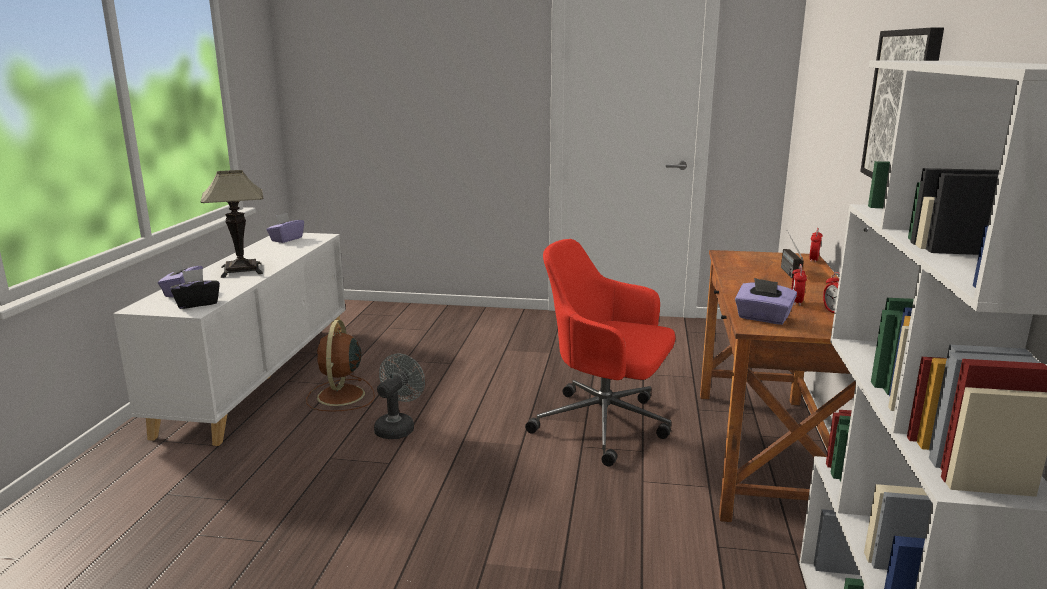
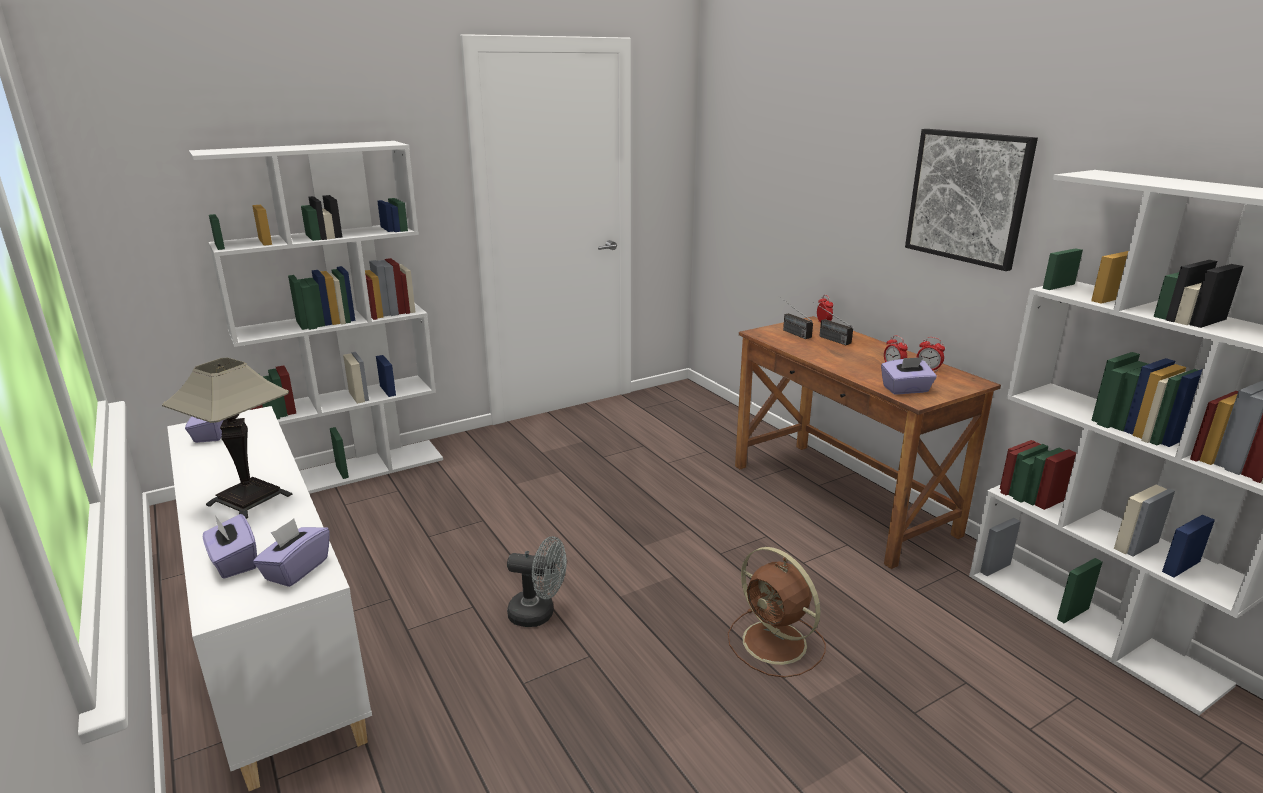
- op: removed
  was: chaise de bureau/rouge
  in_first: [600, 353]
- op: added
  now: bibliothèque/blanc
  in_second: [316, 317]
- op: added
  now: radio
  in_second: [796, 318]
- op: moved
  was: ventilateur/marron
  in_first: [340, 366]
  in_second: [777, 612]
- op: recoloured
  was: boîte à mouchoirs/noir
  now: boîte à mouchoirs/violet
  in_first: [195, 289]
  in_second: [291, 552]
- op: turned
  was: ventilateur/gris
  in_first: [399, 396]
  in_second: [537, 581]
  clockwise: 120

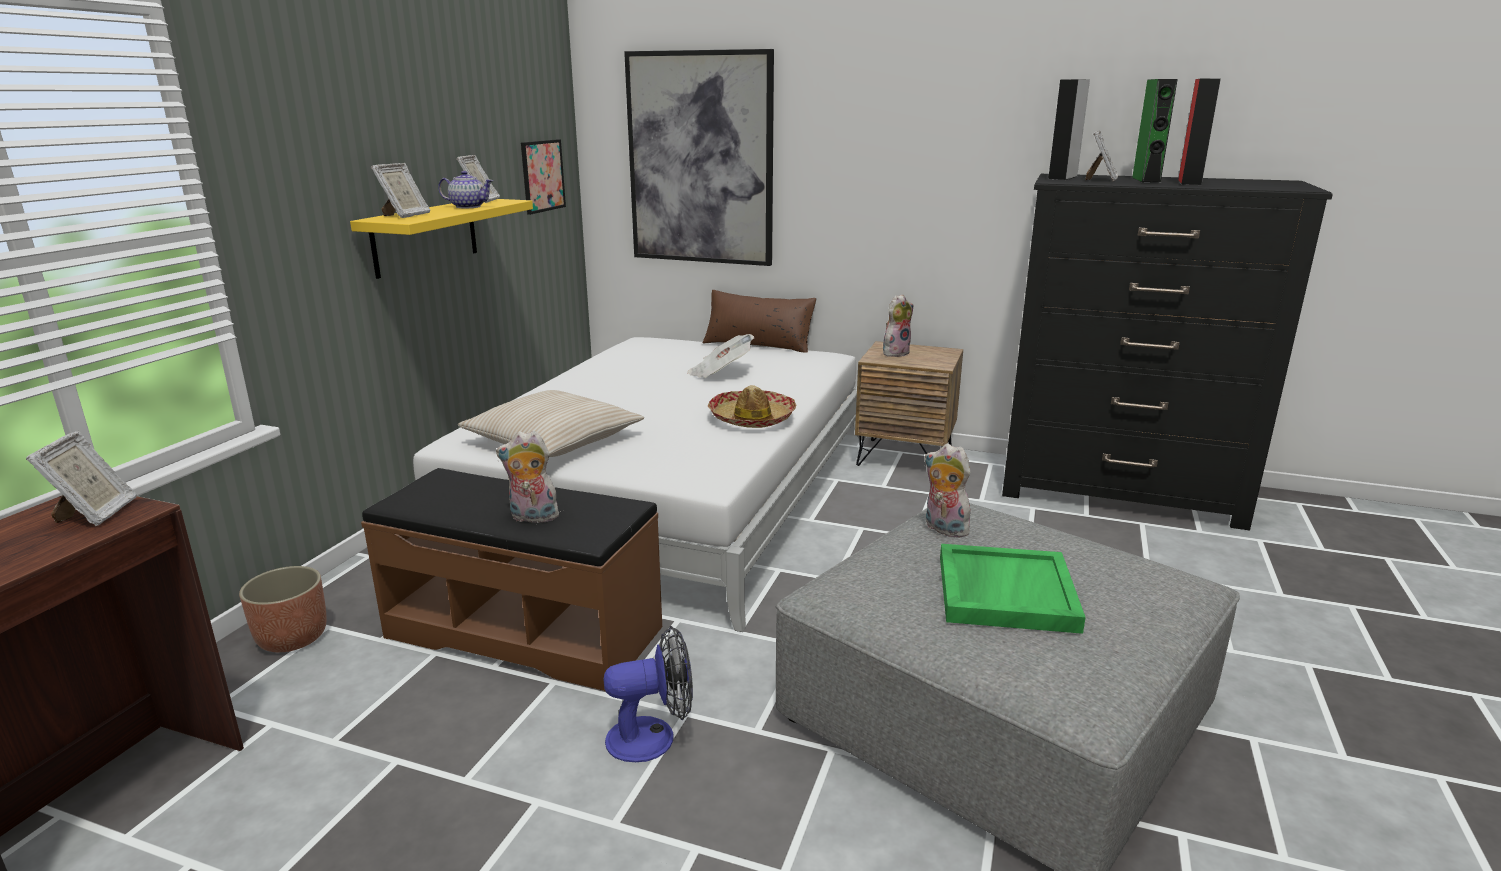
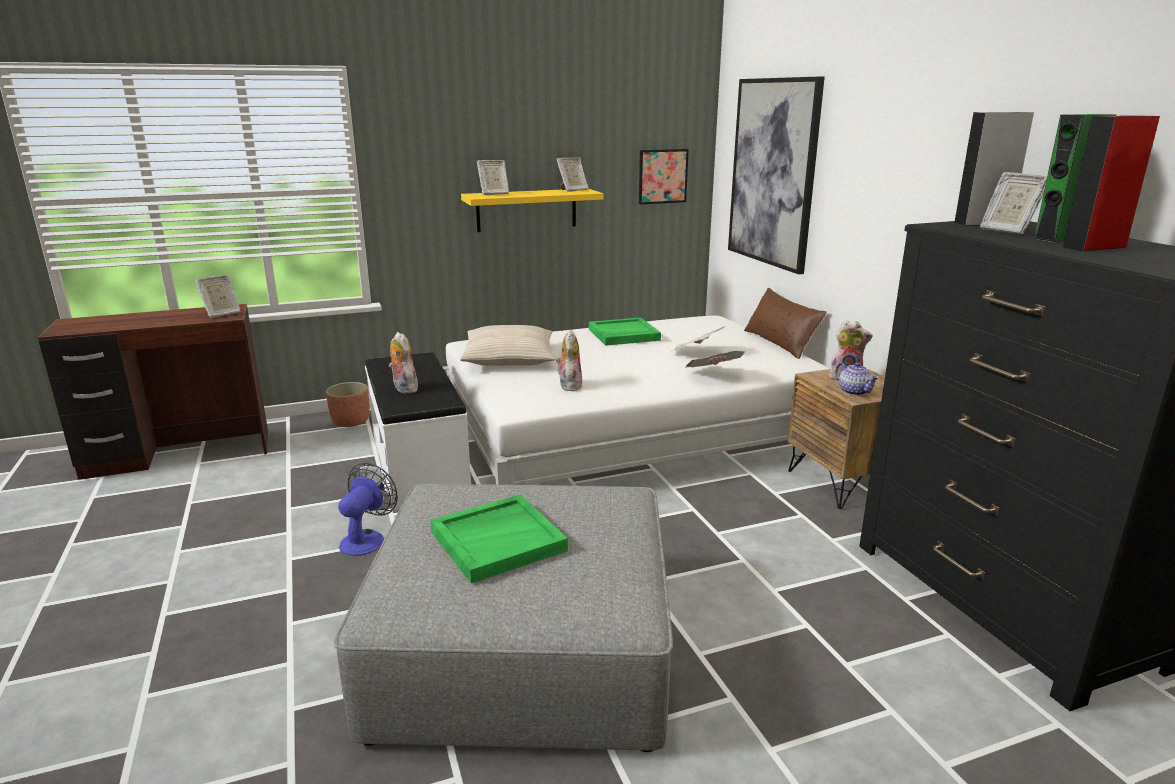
- op: removed
  was: chapeau
  in_first: [752, 406]
- op: added
  now: plateau/vert
  in_second: [625, 332]
- op: added
  now: journal
  in_second: [715, 359]
- op: moved
  was: théière
  in_first: [465, 189]
  in_second: [857, 379]
- op: moved
  was: peluche
  in_first: [950, 490]
  in_second: [569, 360]
- op: recoloured
  was: banc/marron
  now: banc/blanc
  in_first: [511, 580]
  in_second: [418, 431]
- op: turned
  was: ventilateur
  in_first: [648, 694]
  in_second: [368, 509]
  clockwise: -105
- op: turned
  was: cadre photo
  in_first: [1101, 156]
  in_second: [1013, 203]
  clockwise: 75

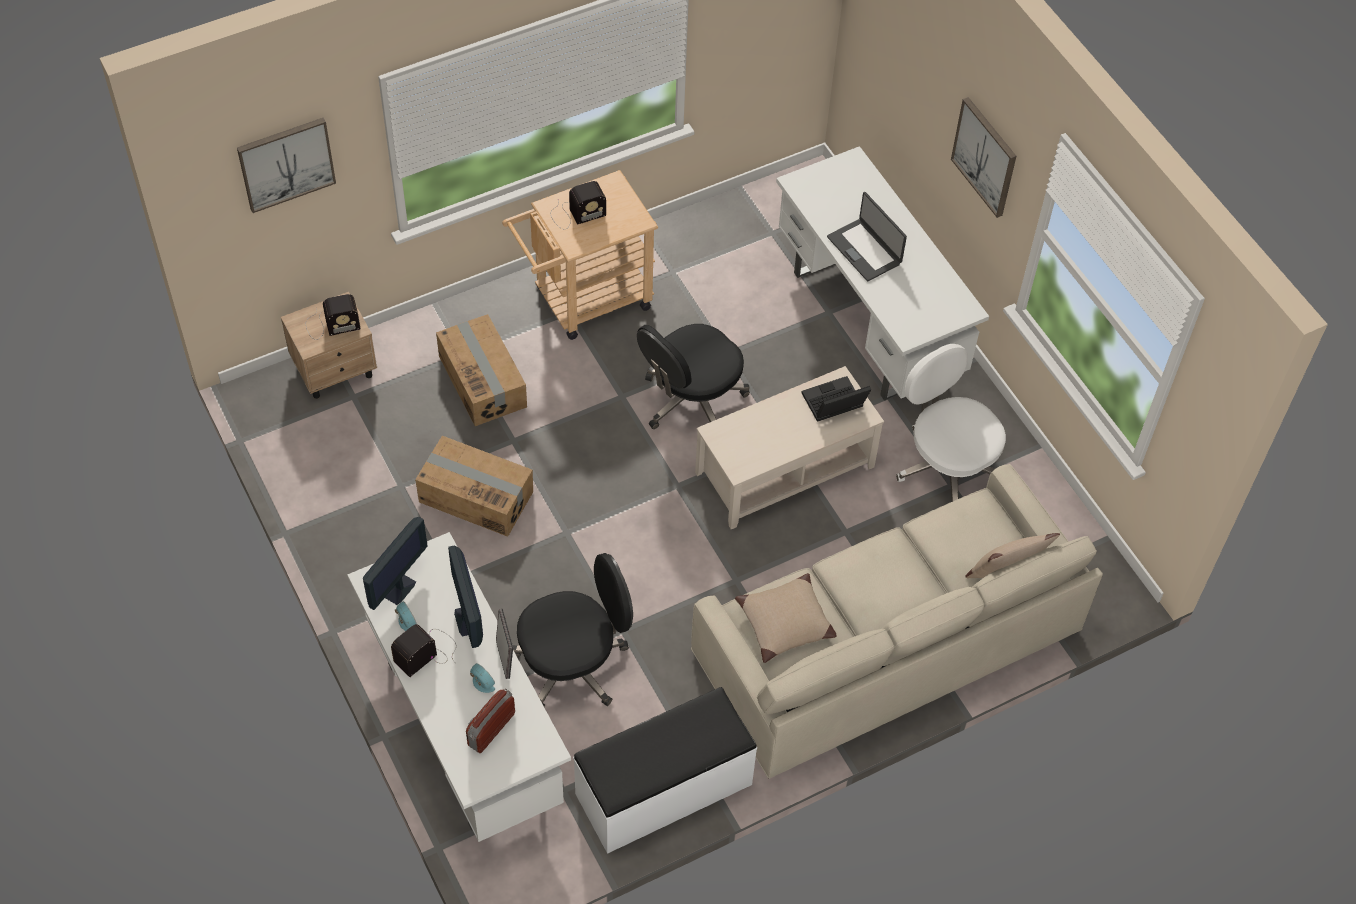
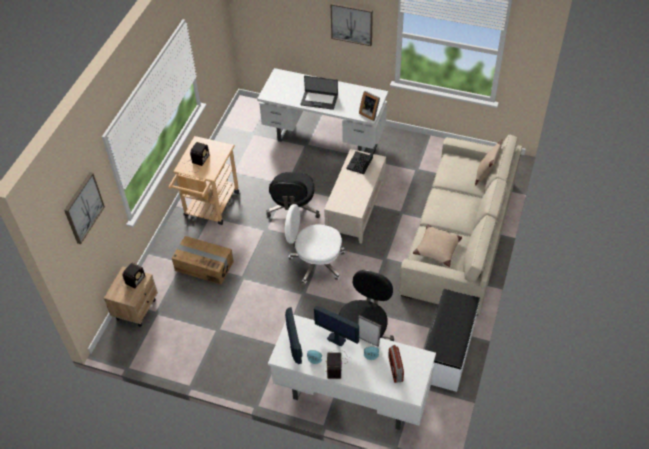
- op: removed
  was: carton
  in_first: [474, 486]
- op: added
  now: cadre photo
  in_second: [369, 106]
- op: moved
  was: chaise de bureau/blanc
  in_first: [951, 423]
  in_second: [315, 244]

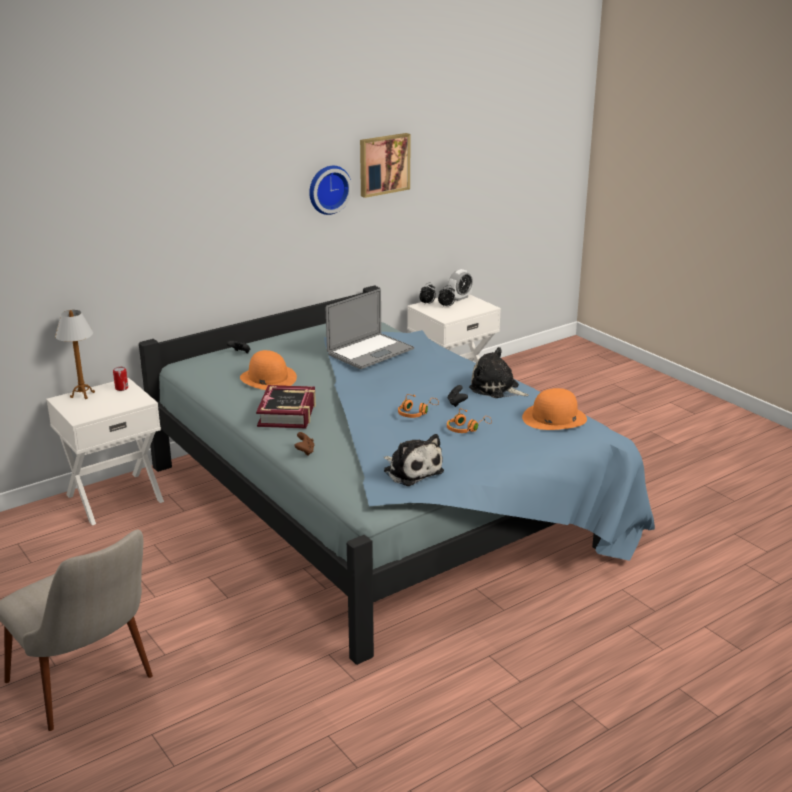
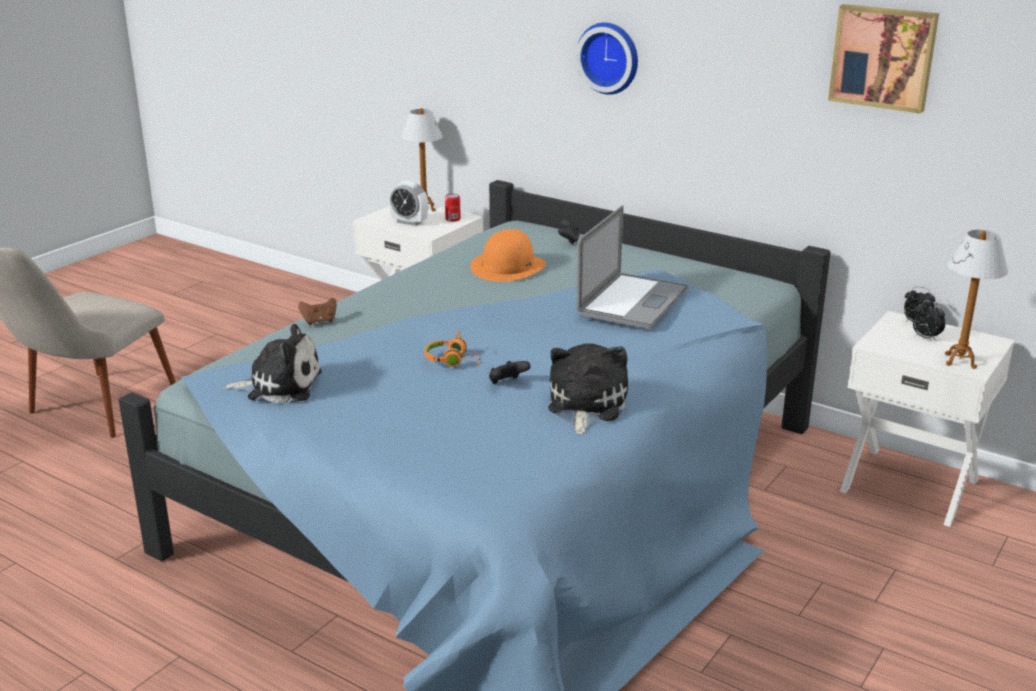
- op: removed
  was: livre
  in_first: [286, 407]
- op: removed
  was: casque audio/orange
  in_first: [469, 420]
- op: removed
  was: chapeau/orange
  in_first: [554, 409]
- op: added
  now: lampe de table
  in_second: [976, 299]
- op: moved
  was: horloge murale
  in_first: [330, 190]
  in_second: [607, 59]
- op: moved
  was: réveil
  in_first: [460, 285]
  in_second: [408, 203]
- op: turned
  was: ordinateur portable
  in_first: [370, 329]
  in_second: [632, 267]
  clockwise: -90
- op: turned
  was: peluche
  in_first: [414, 460]
  in_second: [272, 364]
  clockwise: -120

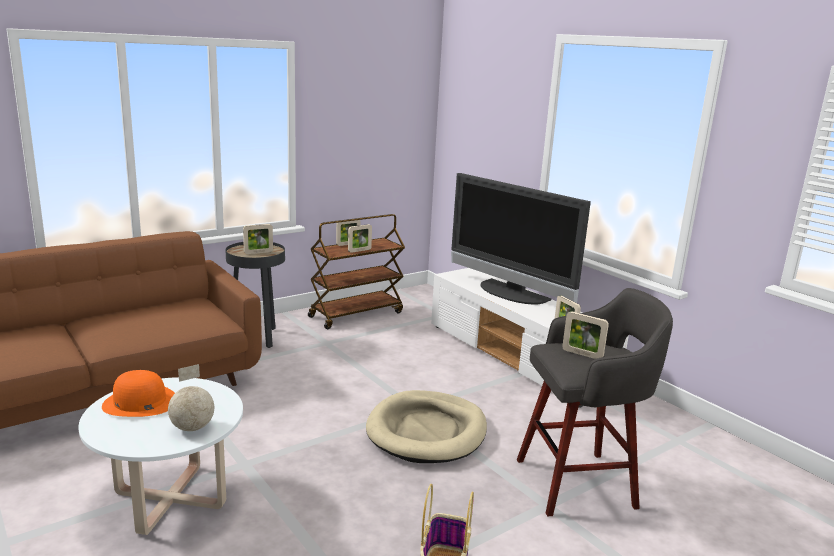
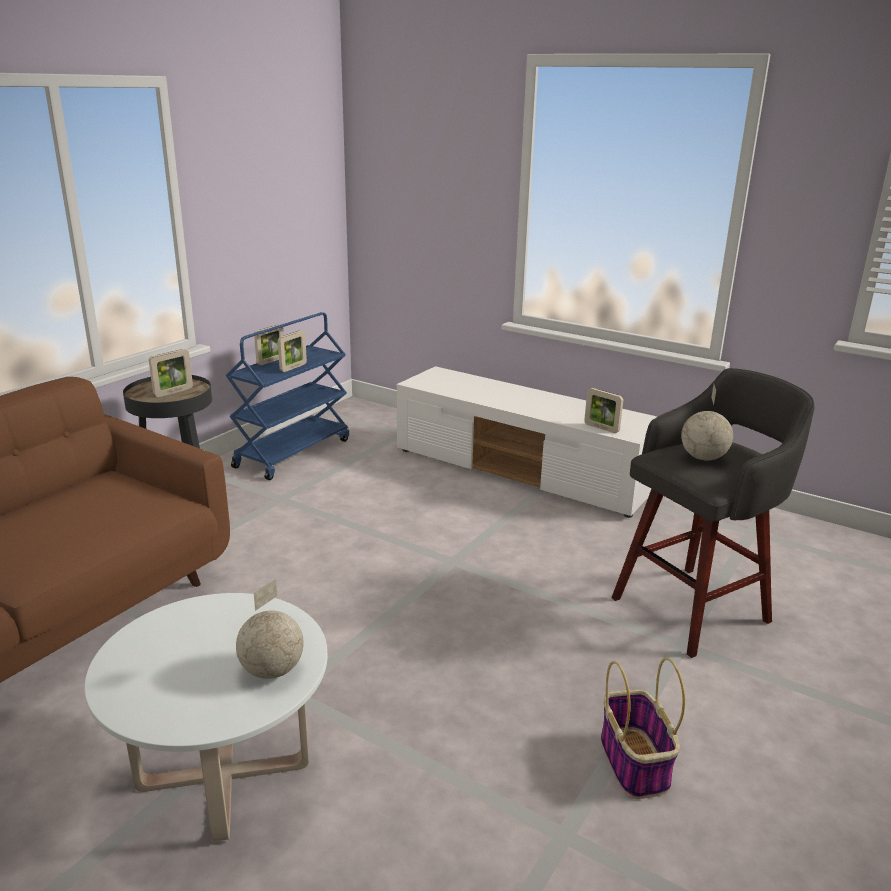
- op: removed
  was: chapeau/orange
  in_first: [138, 393]
- op: removed
  was: panier pour chien/beige
  in_first: [426, 426]
- op: removed
  was: téléviseur
  in_first: [521, 239]
- op: replaced
  was: cadre photo
  now: globe
  in_first: [585, 335]
  in_second: [707, 422]
- op: recoloured
  was: chariot/marron
  now: chariot/bleu
  in_first: [356, 271]
  in_second: [287, 396]

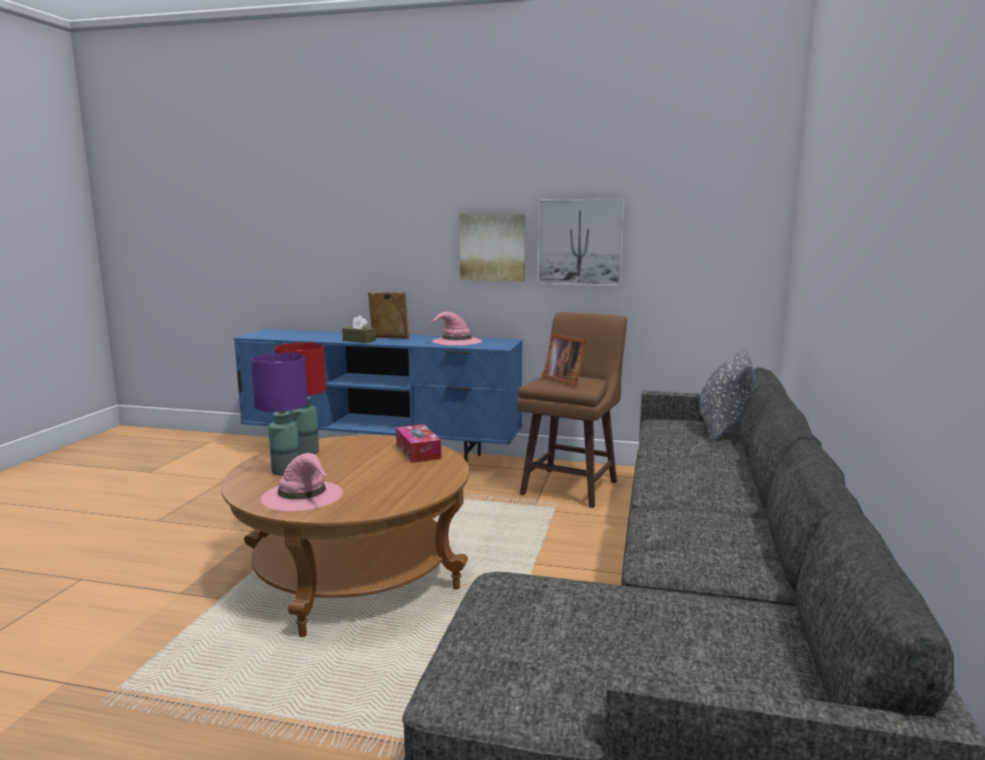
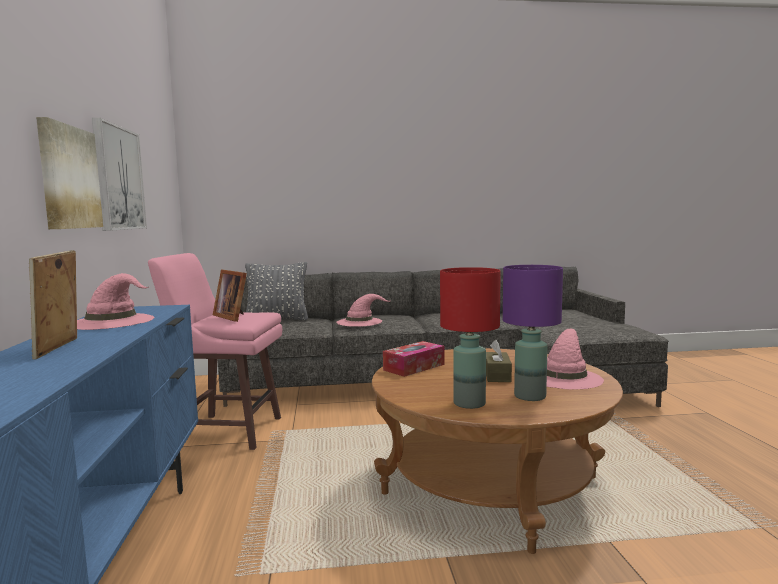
- op: added
  now: chapeau/rose
  in_second: [363, 310]
- op: moved
  was: boîte à mouchoirs/marron
  in_first: [359, 329]
  in_second: [499, 361]
- op: recoloured
  was: tabouret/marron
  now: tabouret/rose
  in_first: [572, 410]
  in_second: [215, 351]
- op: turned
  was: cadre photo
  in_first: [565, 359]
  in_second: [230, 295]
  clockwise: 105

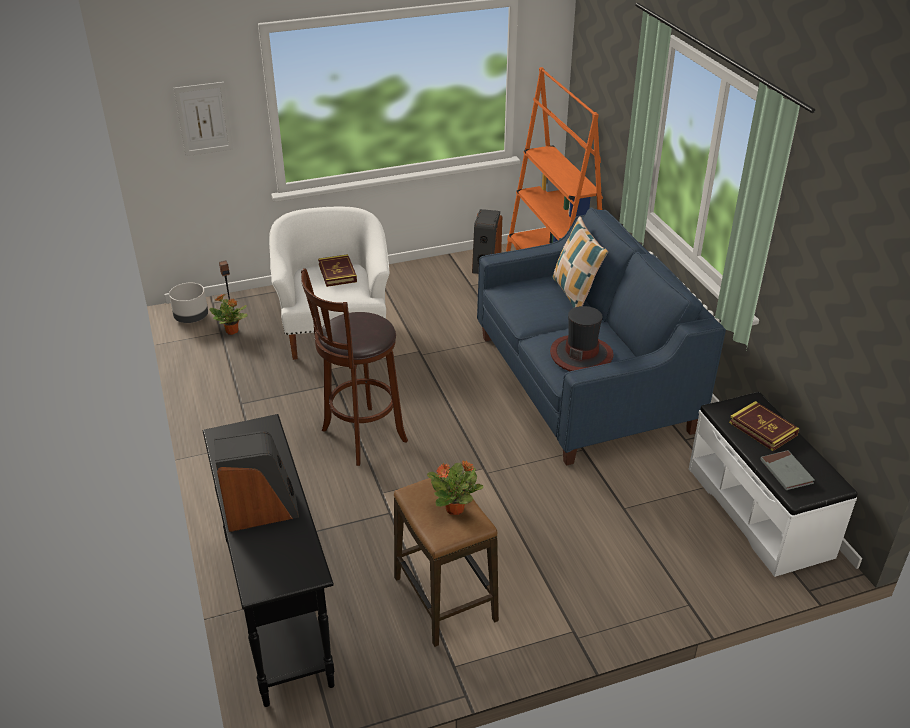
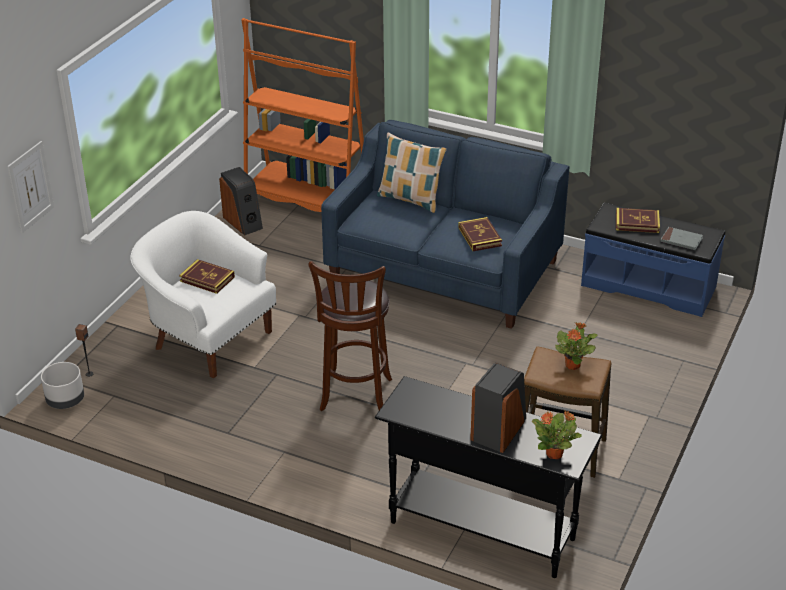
- op: moved
  was: plante en pot
  in_first: [228, 314]
  in_second: [557, 434]
- op: replaced
  was: chapeau
  now: livre
  in_first: [582, 338]
  in_second: [480, 234]
- op: recoloured
  was: banc/blanc
  now: banc/bleu
  in_first: [773, 484]
  in_second: [653, 259]

